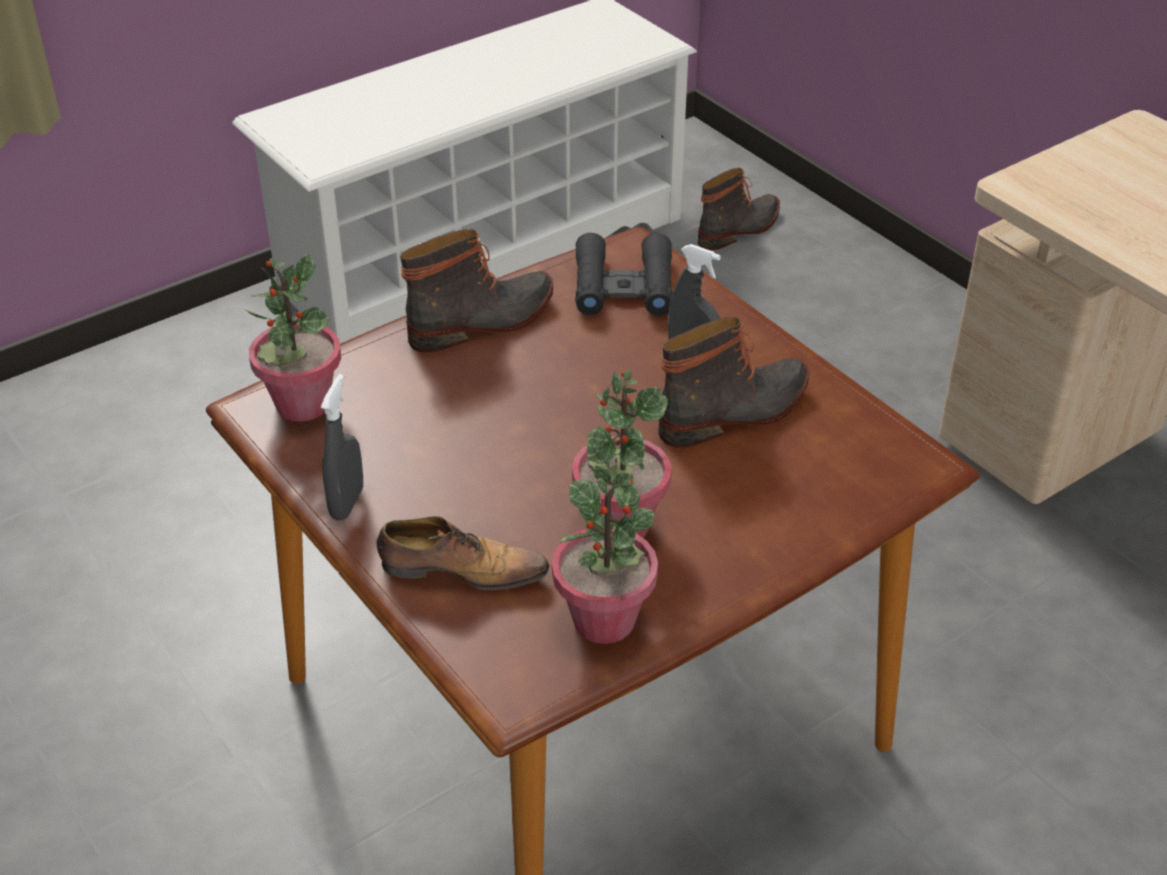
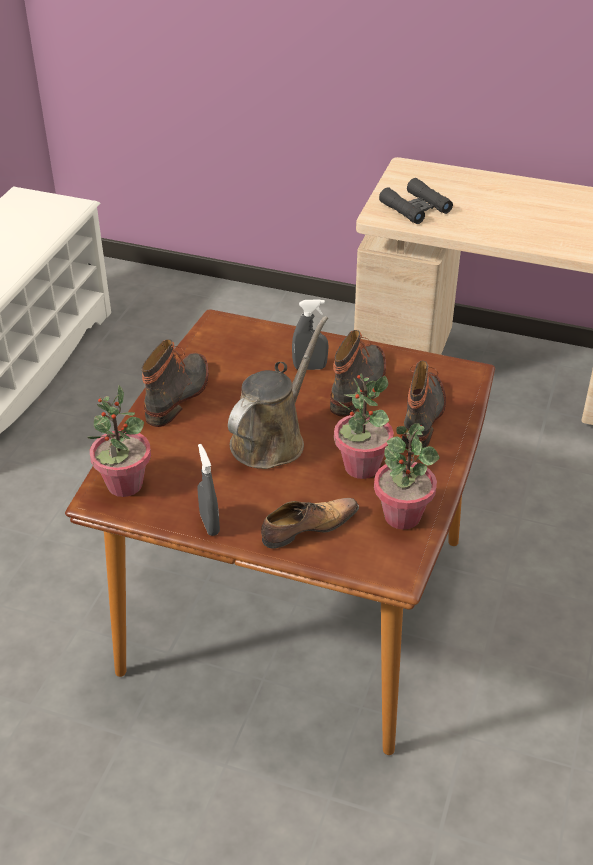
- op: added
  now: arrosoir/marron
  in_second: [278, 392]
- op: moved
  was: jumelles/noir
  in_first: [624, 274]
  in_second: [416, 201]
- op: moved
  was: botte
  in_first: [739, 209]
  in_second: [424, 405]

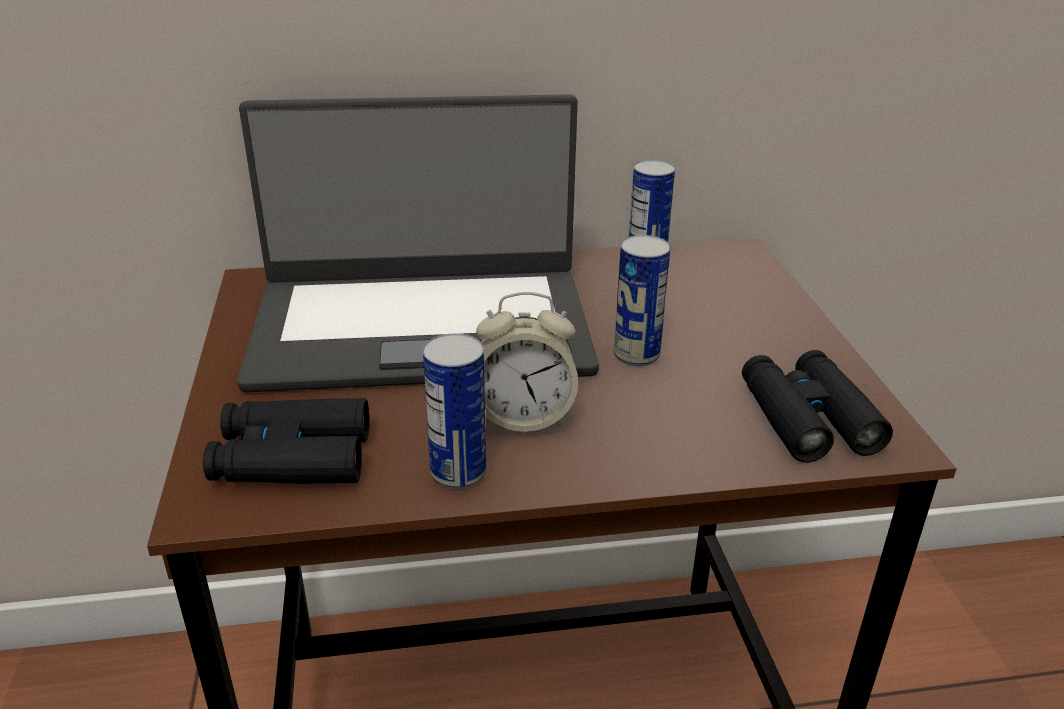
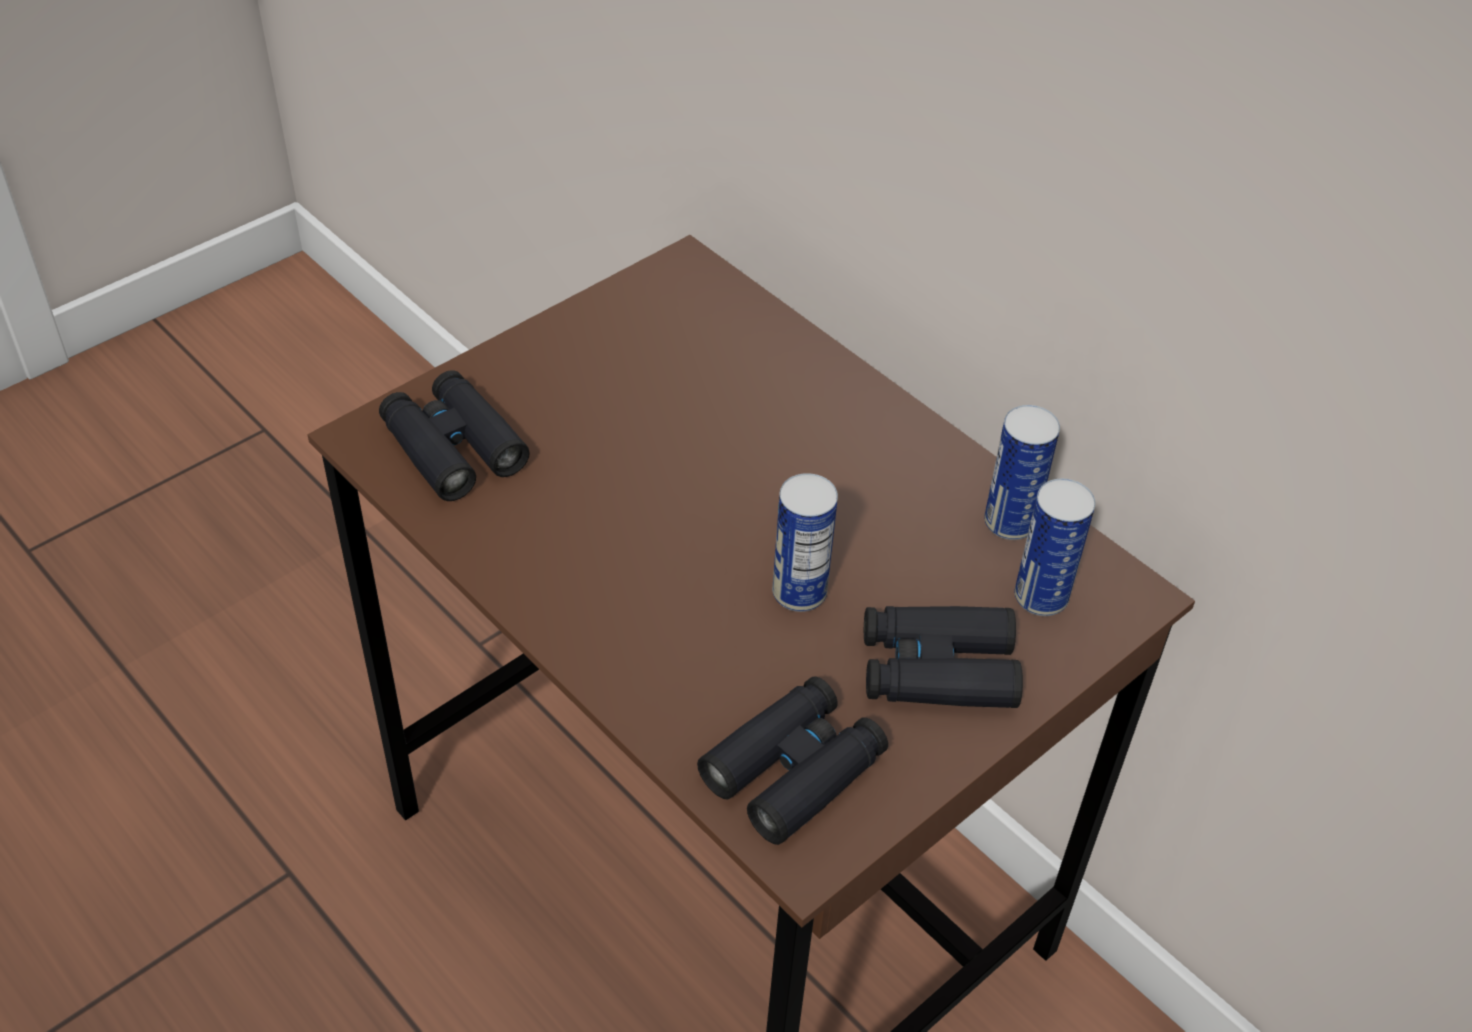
- op: removed
  was: ordinateur portable
  in_first: [418, 243]
- op: removed
  was: réveil
  in_first: [527, 362]
- op: added
  now: jumelles/noir
  in_second: [943, 657]
- op: moved
  was: boîte métallique
  in_first: [454, 411]
  in_second: [1055, 547]

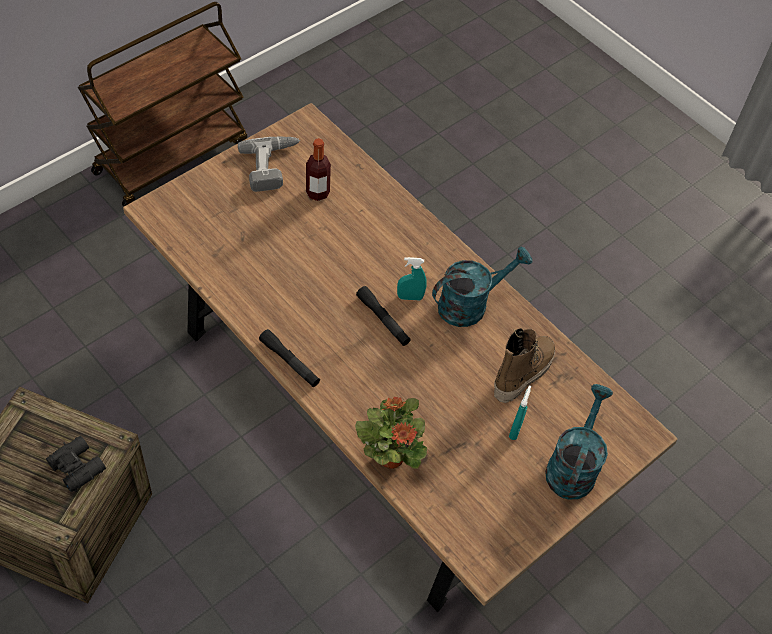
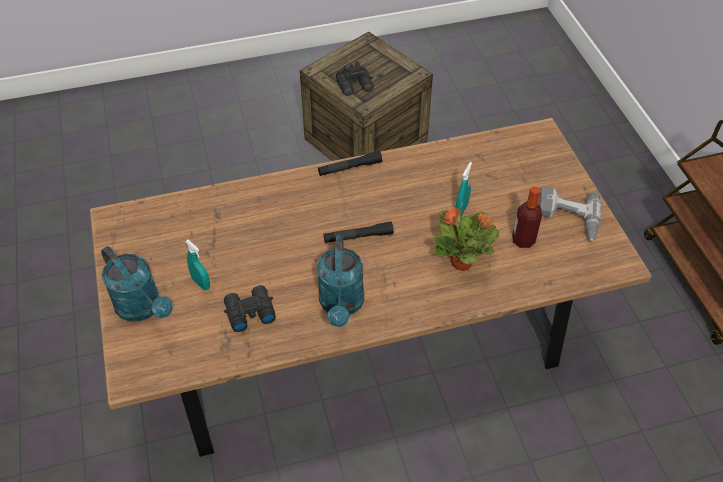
- op: moved
  was: plante en pot
  in_first: [391, 433]
  in_second: [466, 239]
- op: moved
  was: vaporisateur/turquoise
  in_first: [412, 278]
  in_second: [463, 189]
- op: replaced
  was: botte
  now: jumelles/noir
  in_first: [524, 365]
  in_second: [250, 308]

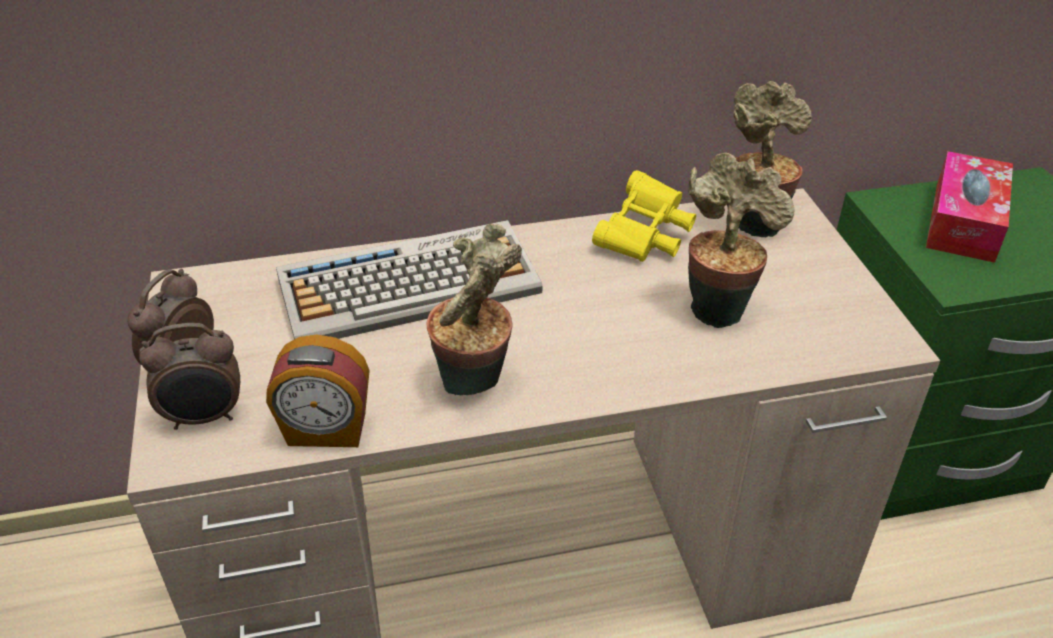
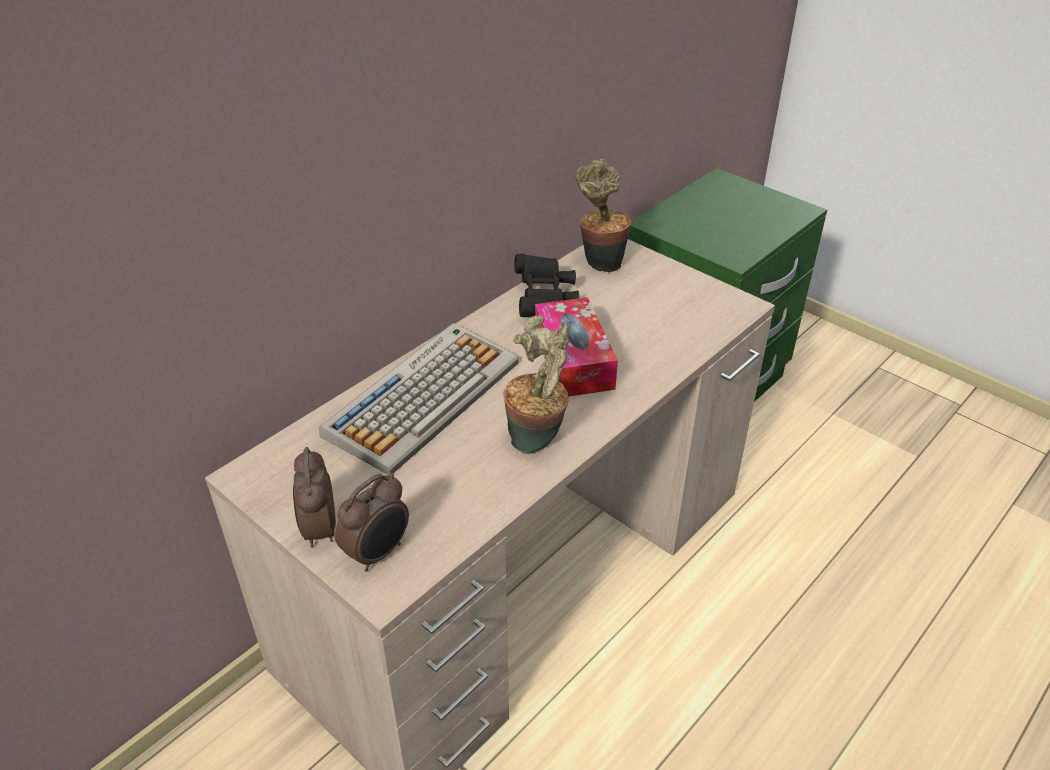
- op: removed
  was: réveil
  in_first: [318, 391]
- op: removed
  was: plante en pot
  in_first: [741, 240]
- op: moved
  was: boîte à mouchoirs
  in_first: [969, 207]
  in_second: [576, 347]
- op: recoloured
  was: jumelles/jaune
  now: jumelles/noir
  in_first: [644, 216]
  in_second: [546, 285]

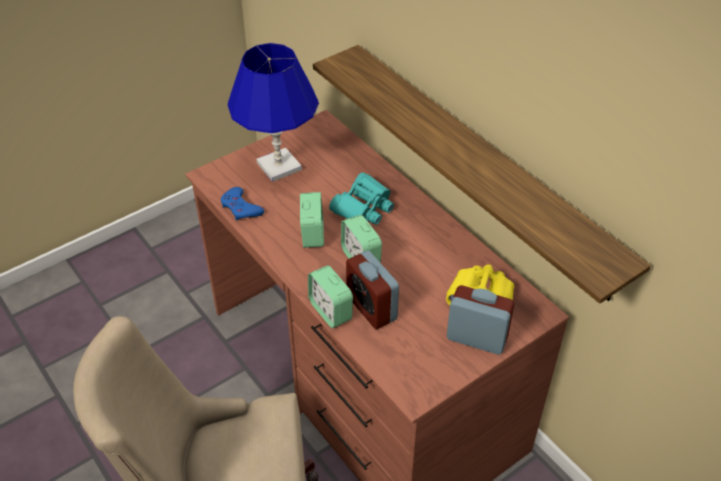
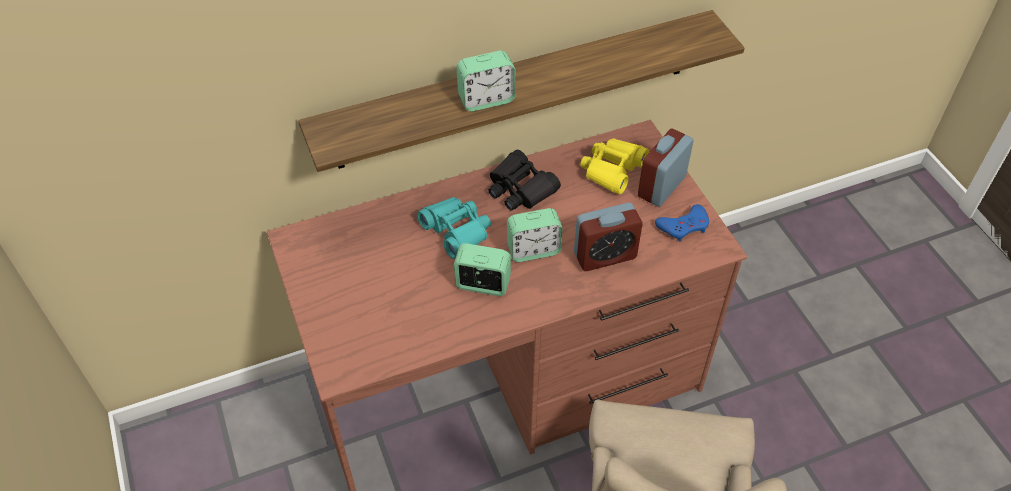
- op: removed
  was: lampe de table/bleu
  in_first: [273, 112]
- op: added
  now: jumelles/noir
  in_second: [524, 180]
- op: moved
  was: manette/bleu
  in_first: [242, 204]
  in_second: [682, 223]
- op: moved
  was: réveil
  in_first: [330, 296]
  in_second: [486, 81]

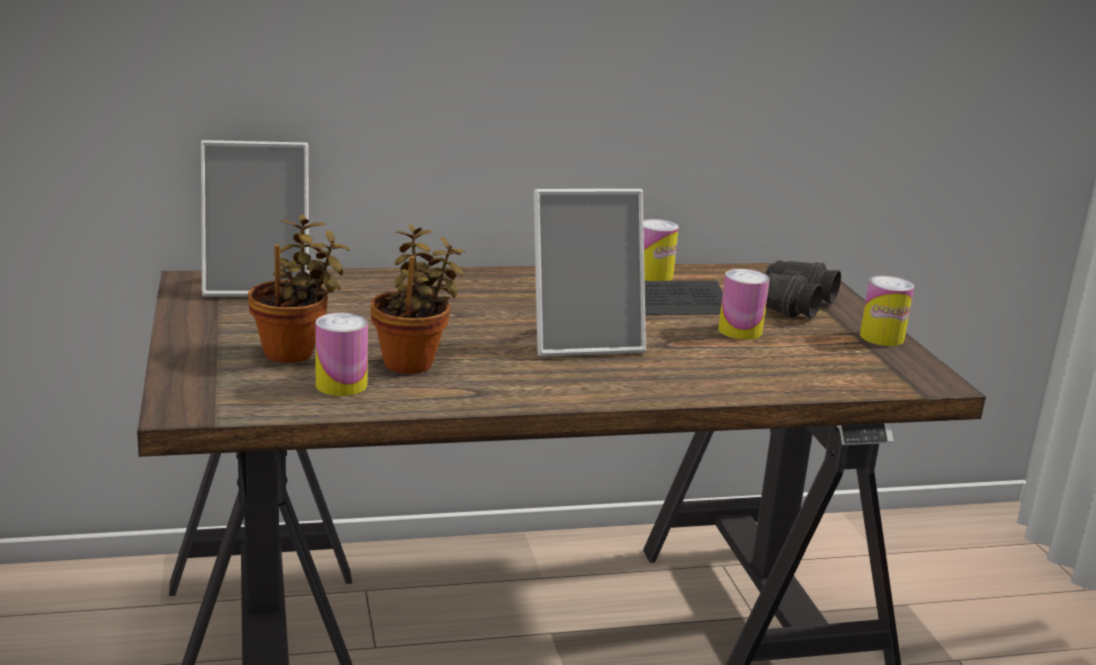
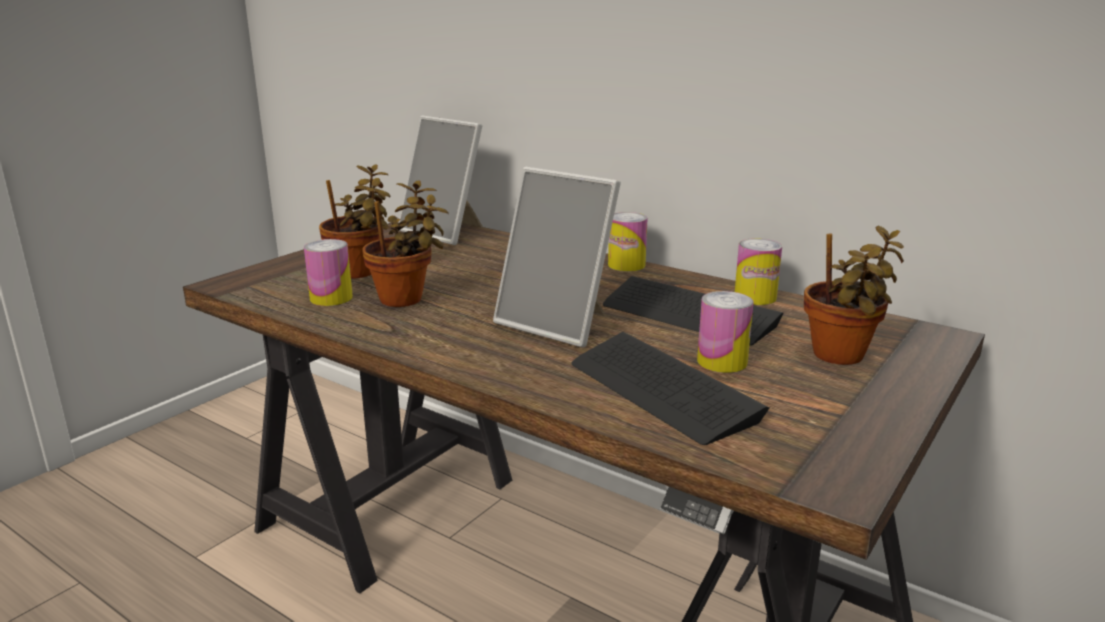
- op: added
  now: clavier
  in_second: [670, 388]
- op: moved
  was: boîte métallique
  in_first: [887, 311]
  in_second: [628, 241]
- op: replaced
  was: jumelles/noir
  now: plante en pot
  in_first: [802, 289]
  in_second: [854, 295]

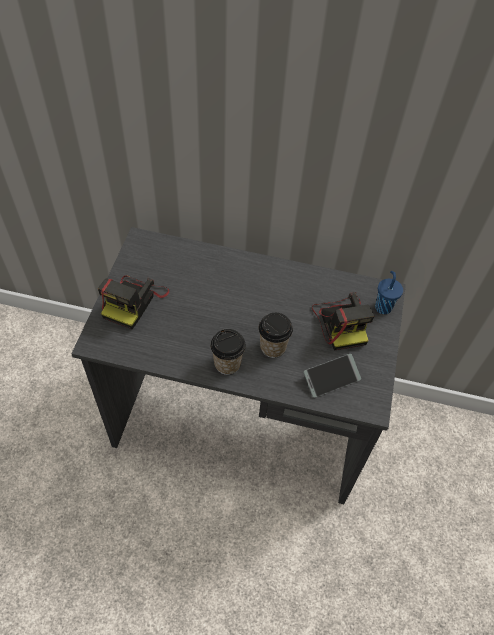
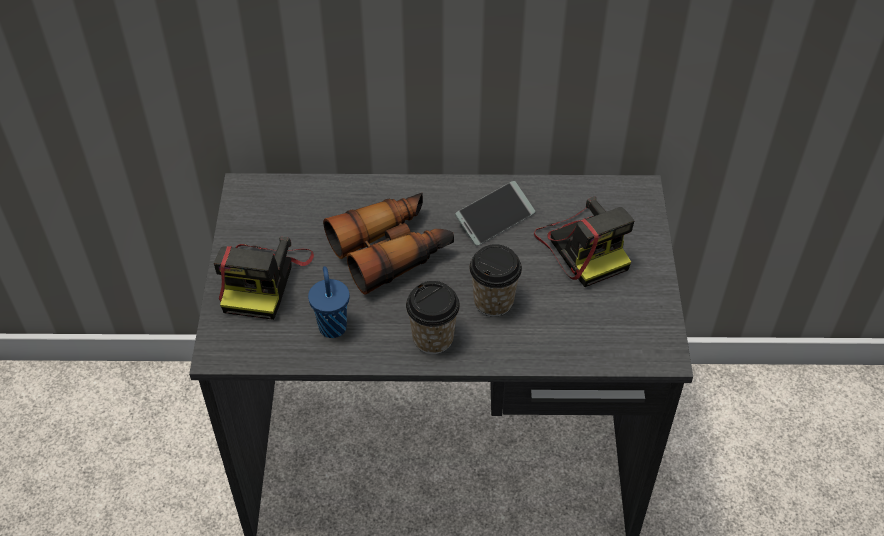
- op: added
  now: jumelles
  in_second: [388, 244]
- op: moved
  was: téléphone
  in_first: [332, 376]
  in_second: [495, 213]
- op: moved
  was: tasse/bleu
  in_first: [389, 292]
  in_second: [329, 302]

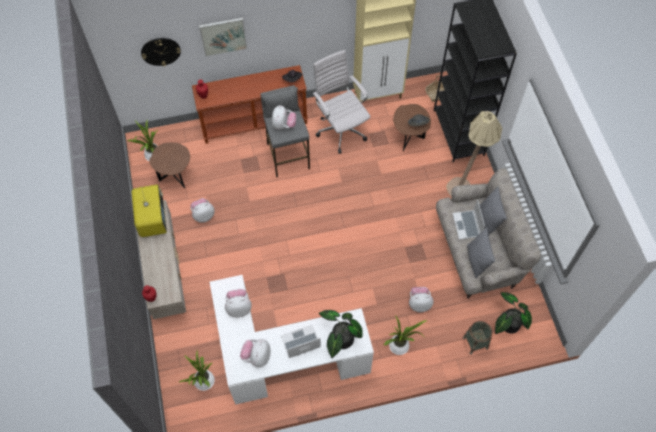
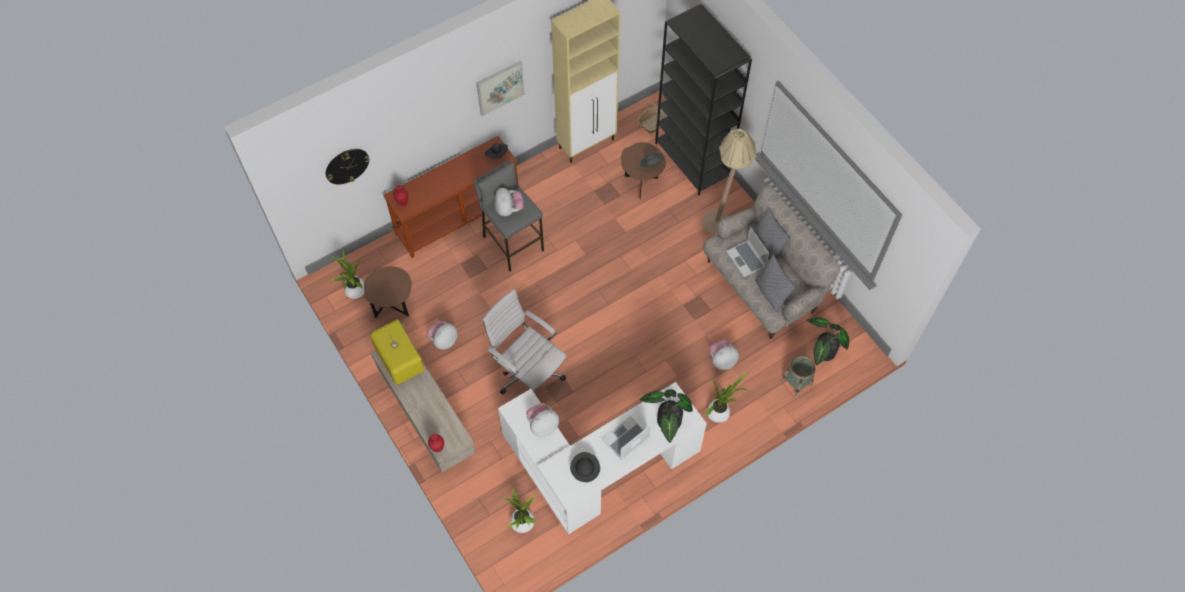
- op: moved
  was: tableau
  in_first: [223, 37]
  in_second: [500, 88]
- op: moved
  was: chaise de bureau/blanc
  in_first: [341, 102]
  in_second: [524, 342]
- op: replaced
  was: peluche
  now: chapeau/noir
  in_first: [255, 353]
  in_second: [585, 467]

